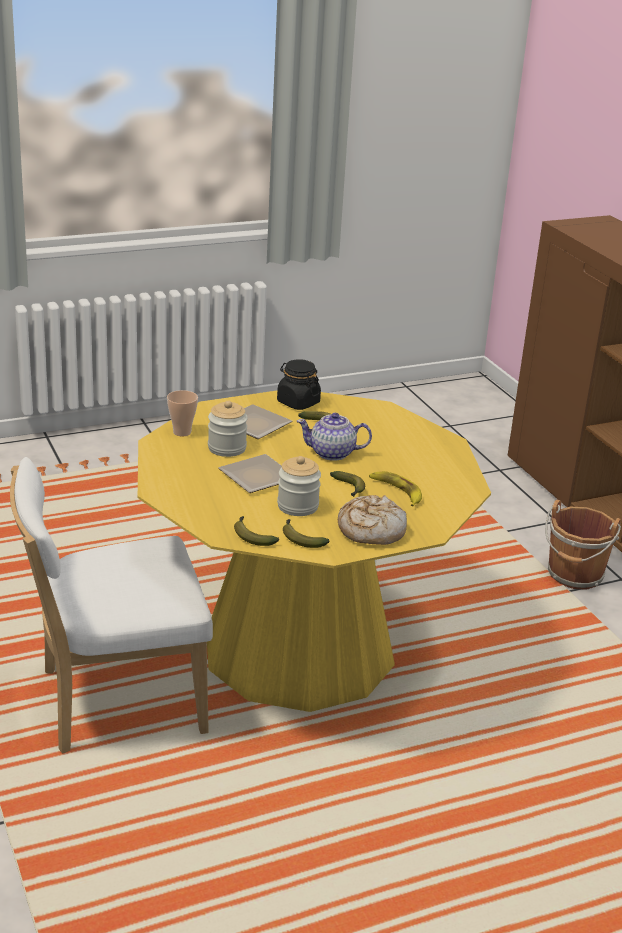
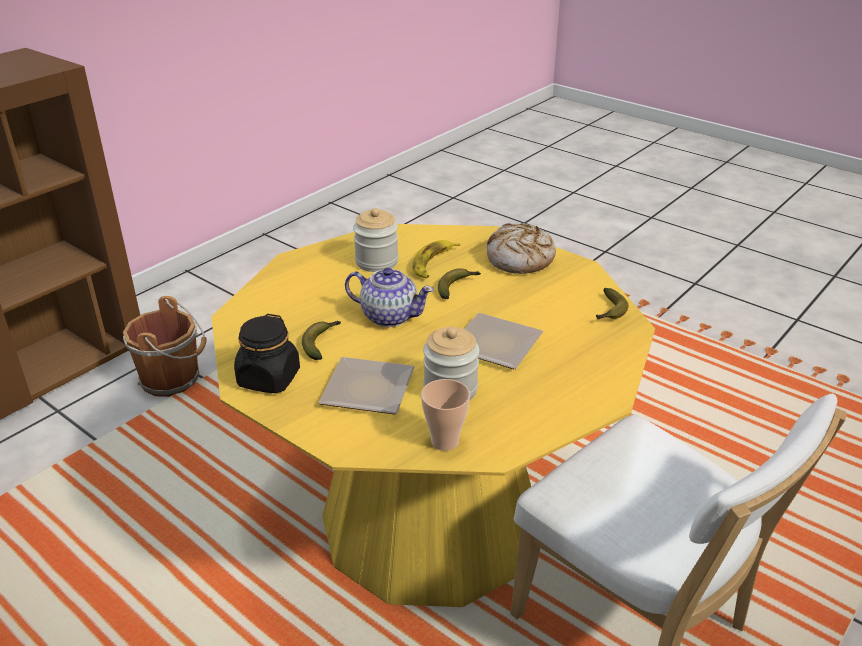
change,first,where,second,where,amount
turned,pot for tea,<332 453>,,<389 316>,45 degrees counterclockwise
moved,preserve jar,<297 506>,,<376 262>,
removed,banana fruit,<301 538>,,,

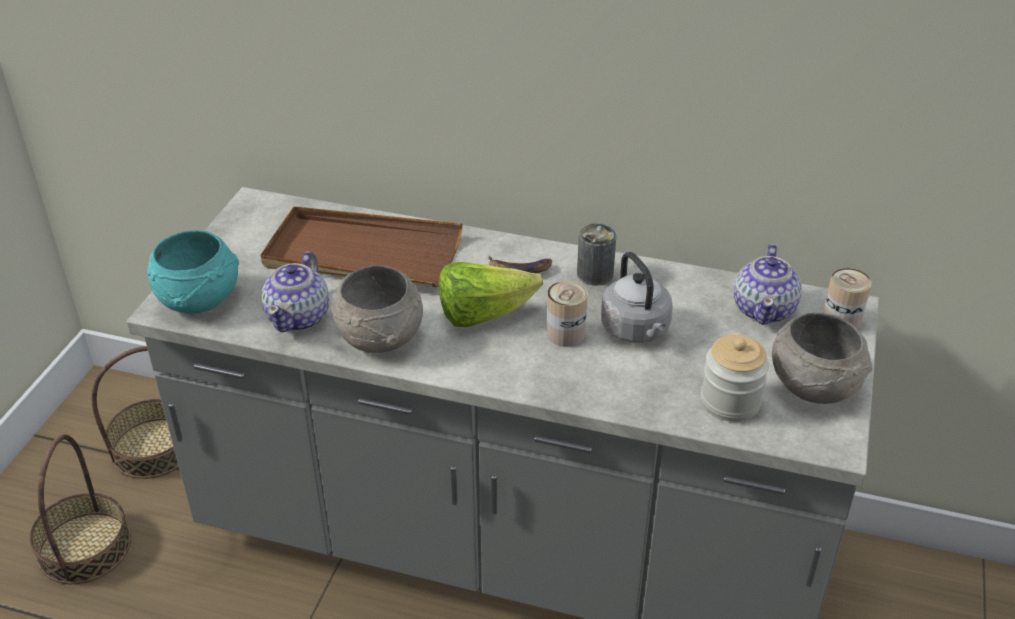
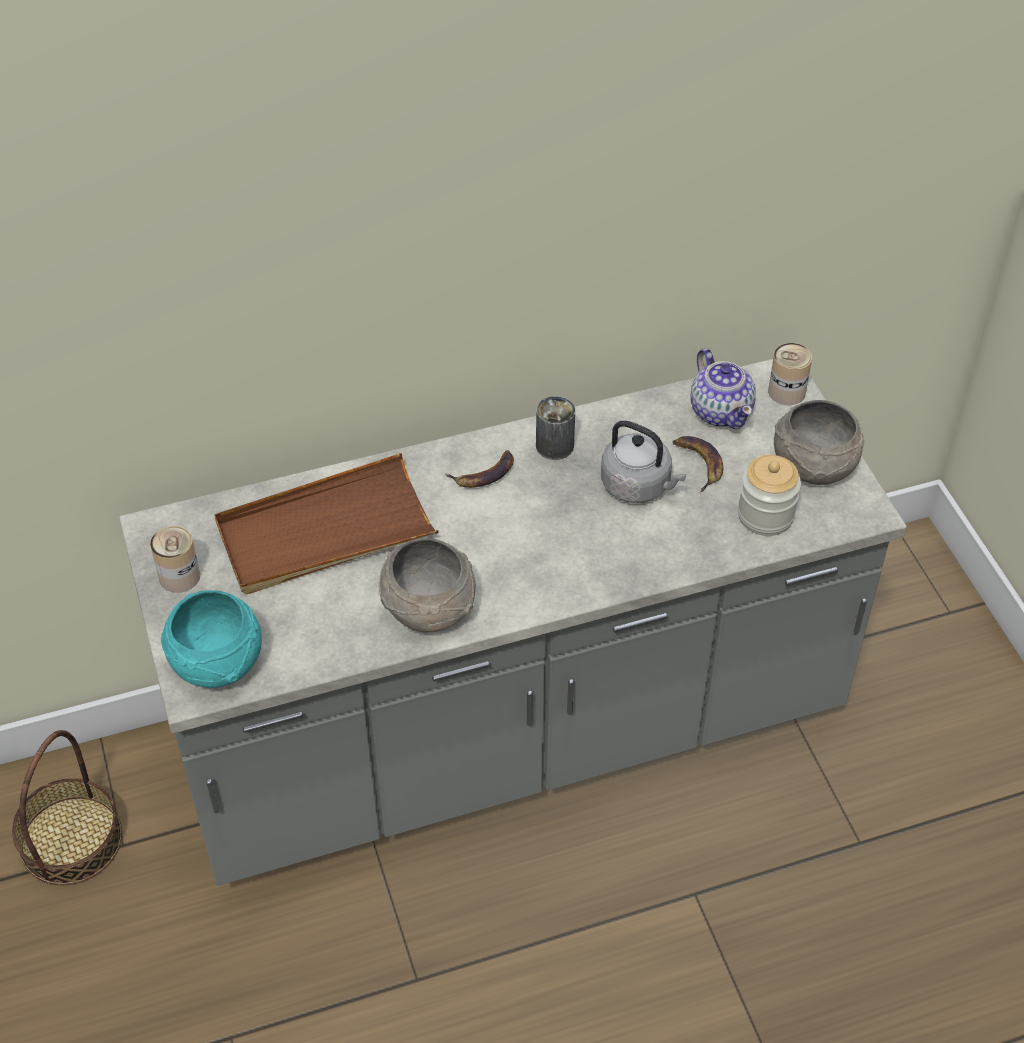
change,first,where,second,where,amount
moved,sealed can,<565 333>,,<179 576>,
added,,,banana fruit,<698 463>,
removed,basket,<84 547>,,,
removed,pot for tea,<299 317>,,,
removed,lettuce head,<483 314>,,,

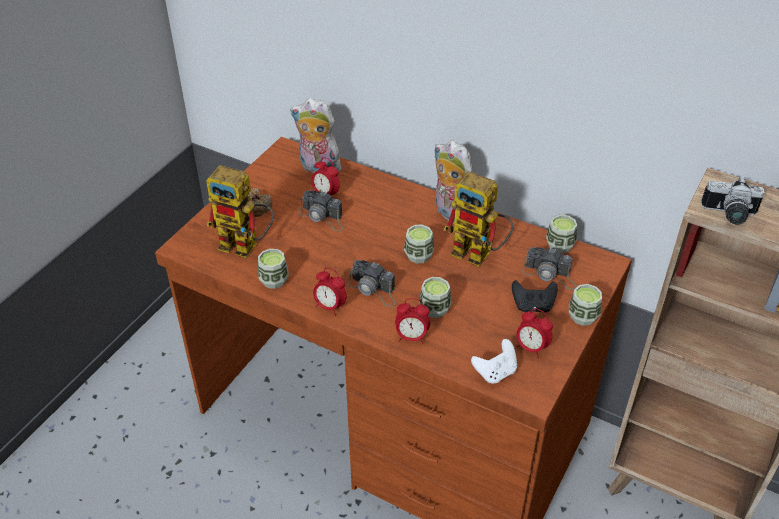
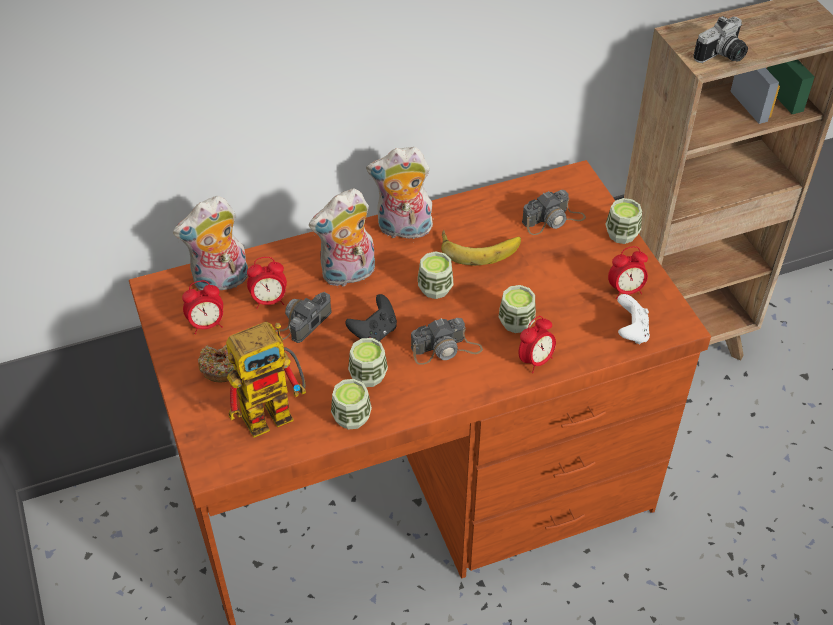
change,first,where,second,where,amount
moved,bedside clock,<330 306>,,<207 324>,
turned,photo camera,<322 217>,,<300 323>,150 degrees clockwise
added,,,plush toy,<348 275>,
moved,blackish game controller,<532 306>,,<374 332>,
moved,drinking cup,<559 245>,,<368 375>,
replaced,robot figure,<479 254>,banana fruit,<479 247>,

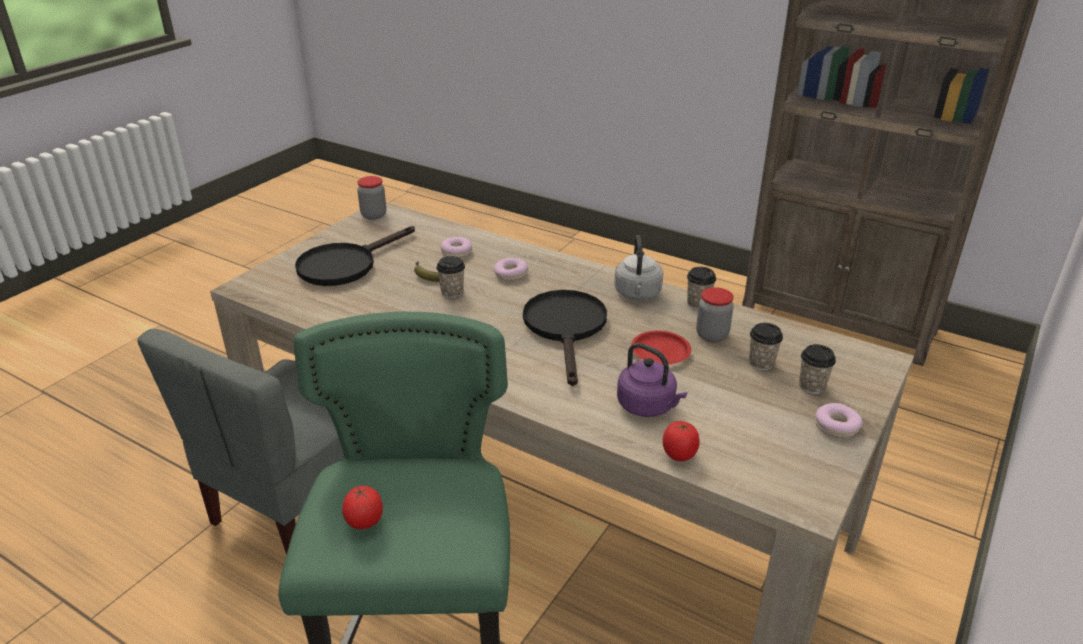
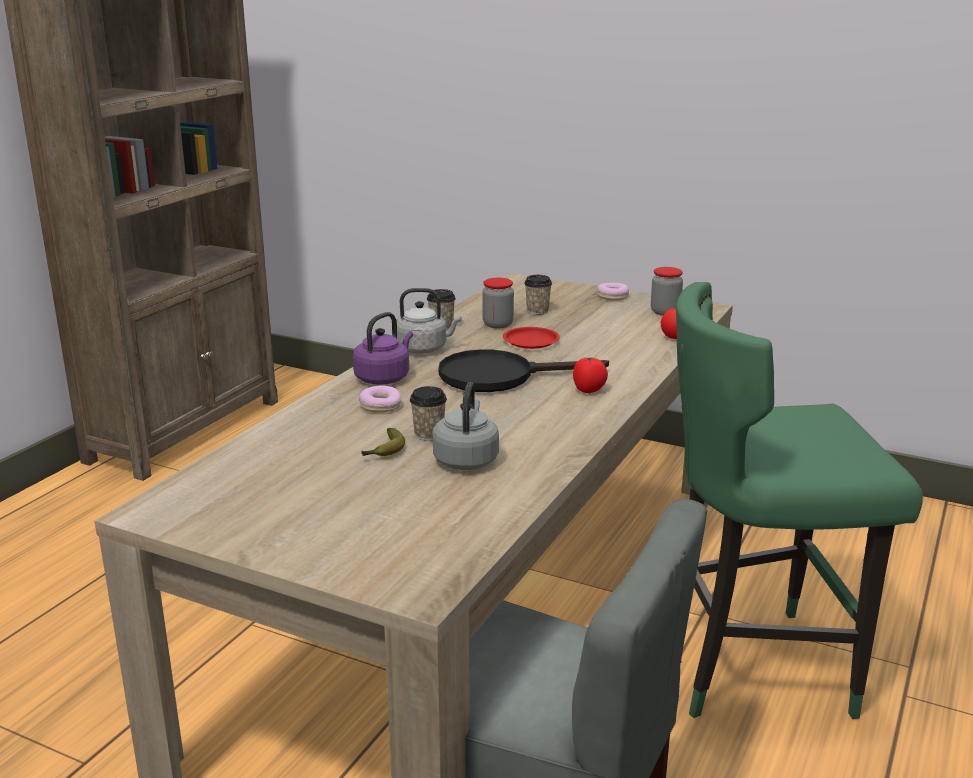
change,first,where,second,where,amount
moved,purple water kettle,<648 406>,,<384 378>,
added,,,greyish water kettle,<466 459>,
moved,fresh tomato,<364 523>,,<589 390>,
moved,preserve jar,<374 215>,,<665 312>,
removed,blackish pan,<345 265>,,,
removed,ring doughnut,<456 252>,,,
removed,drinking cup,<812 386>,,,

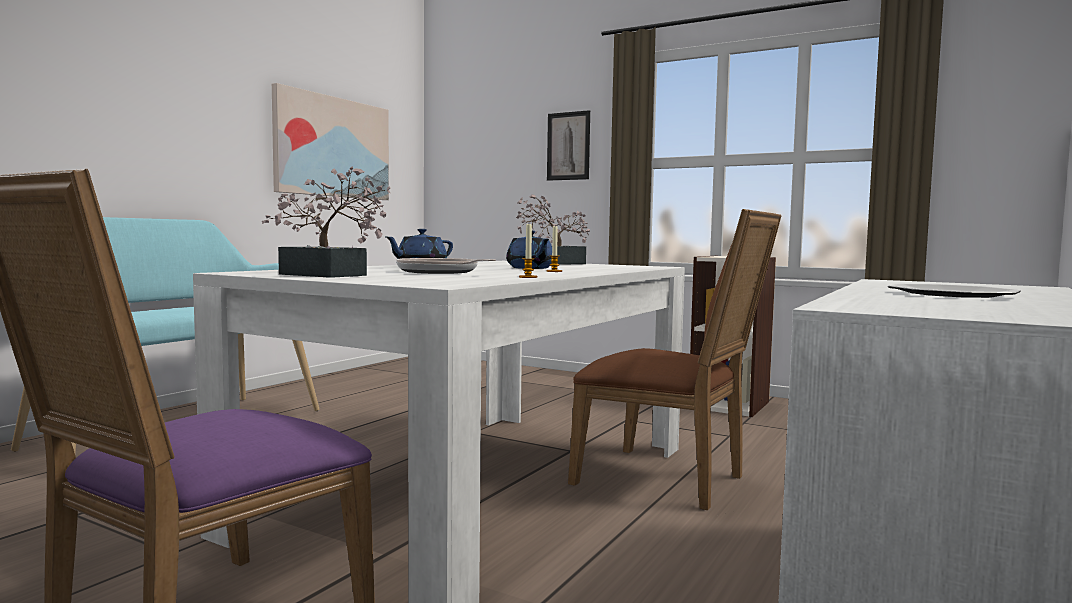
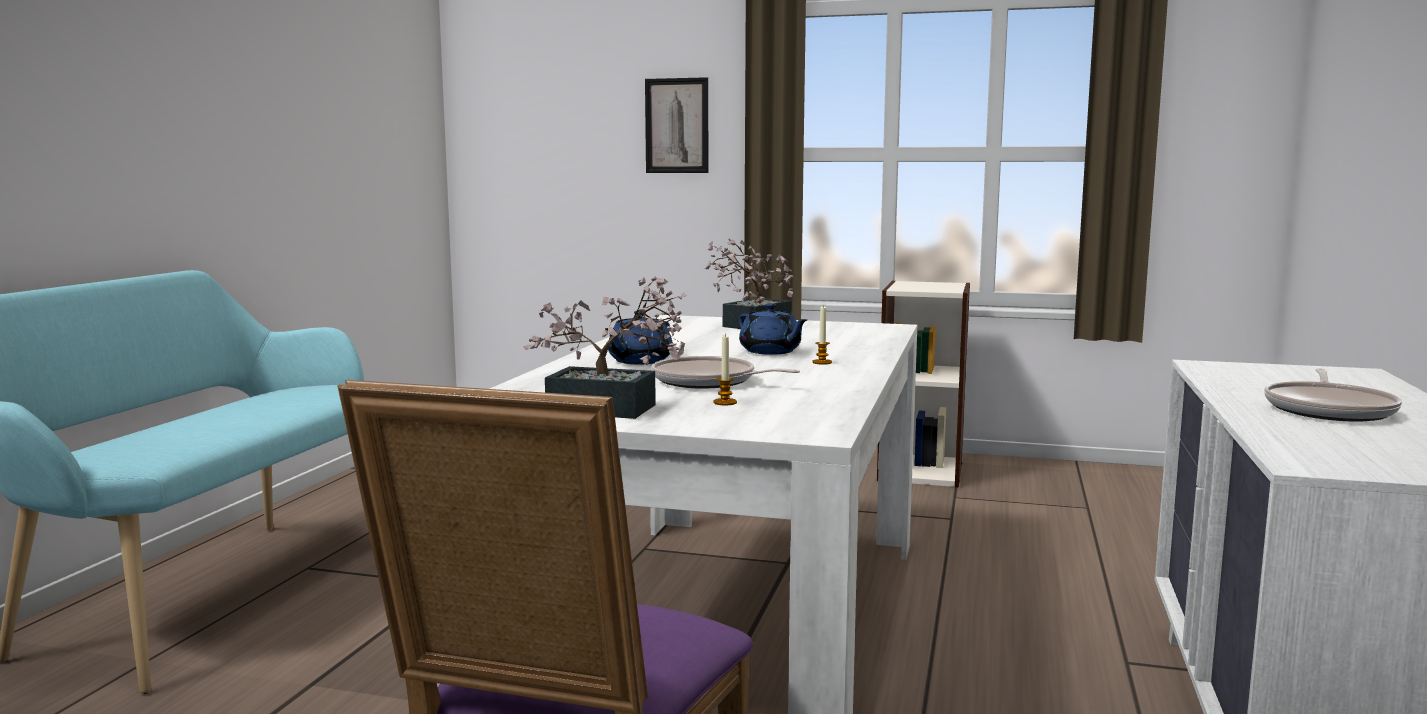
change,first,where,second,where,amount
moved,candle,<528 277>,,<725 402>,
replaced,plate,<952 294>,pan,<1329 409>,
removed,wall art,<332 147>,,,
removed,brown-coloured upright chair,<669 480>,,,

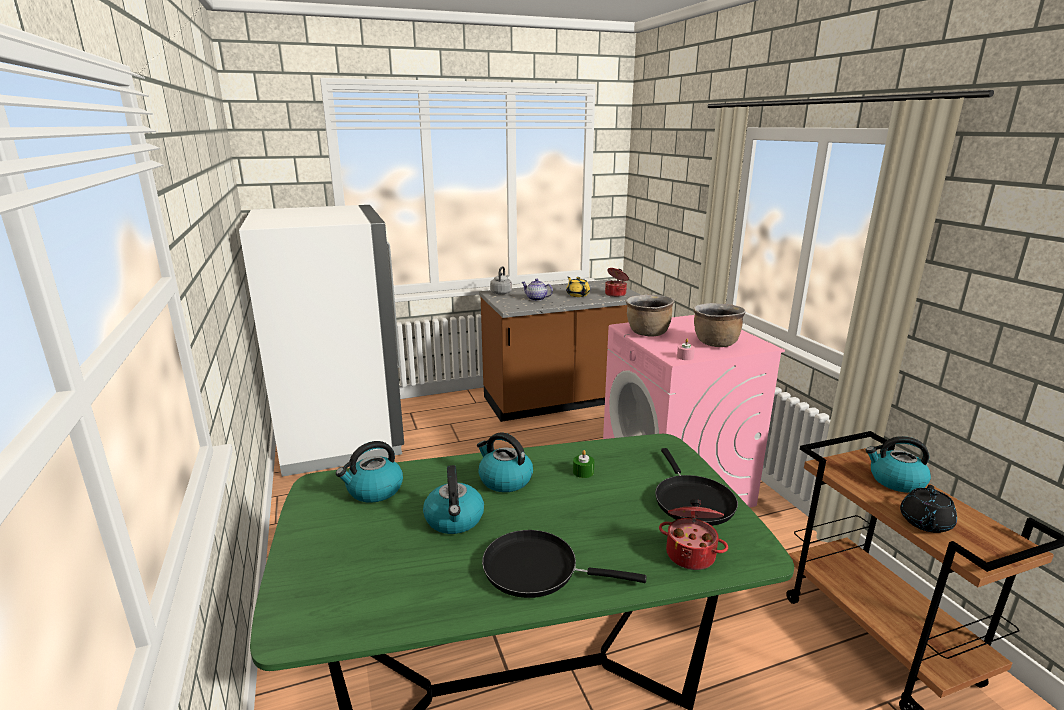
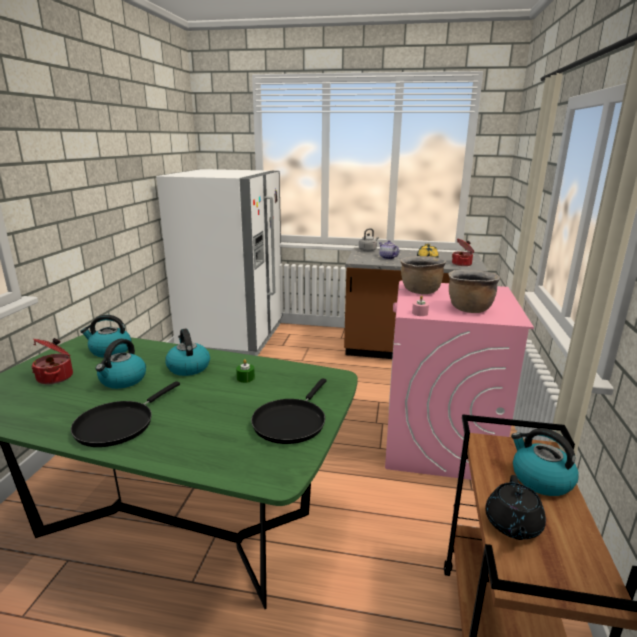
change,first,where,second,where,amount
moved,cooking pot,<691 554>,,<56 377>,
turned,blackish pan,<537 569>,,<118 424>,105 degrees counterclockwise
turned,blackish pot for tea,<925 523>,,<512 525>,45 degrees counterclockwise

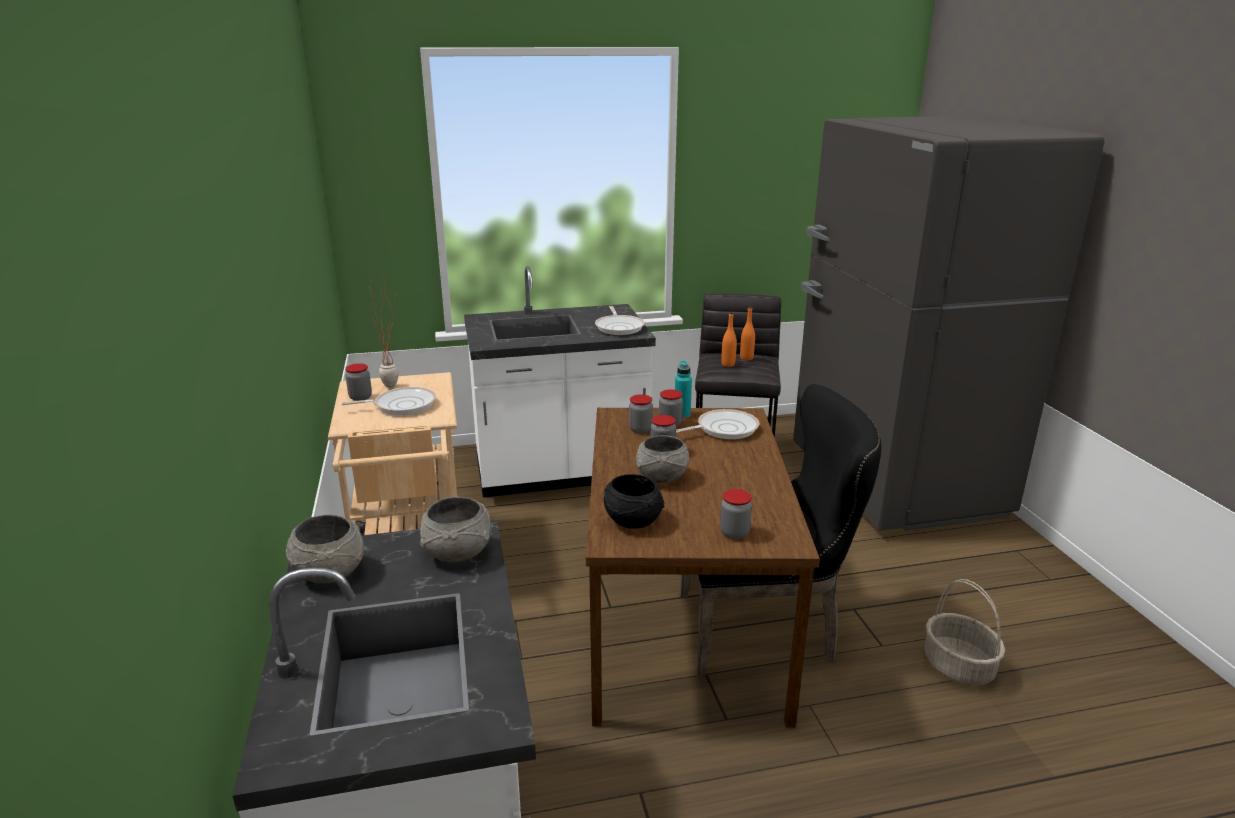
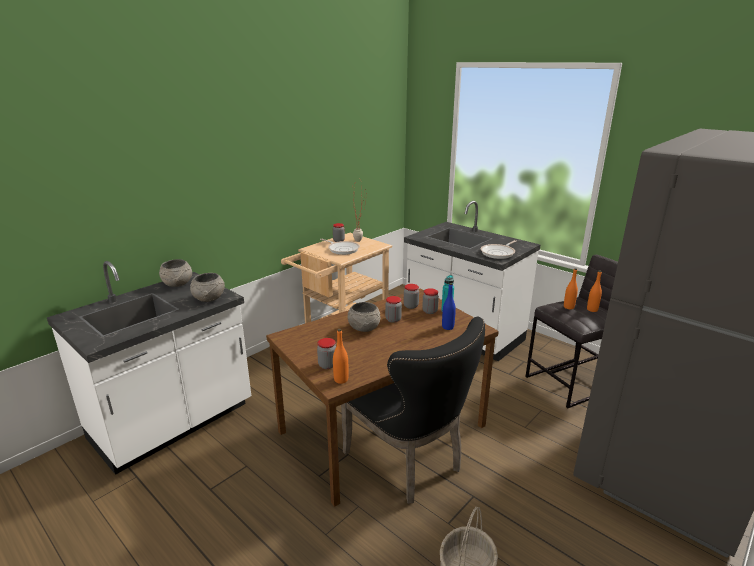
change,first,where,second,where,amount
added,,,orangey beverage bottle,<341 380>,
replaced,pan,<723 429>,bluish beverage bottle,<447 327>,
removed,blackish bowl,<632 520>,,,

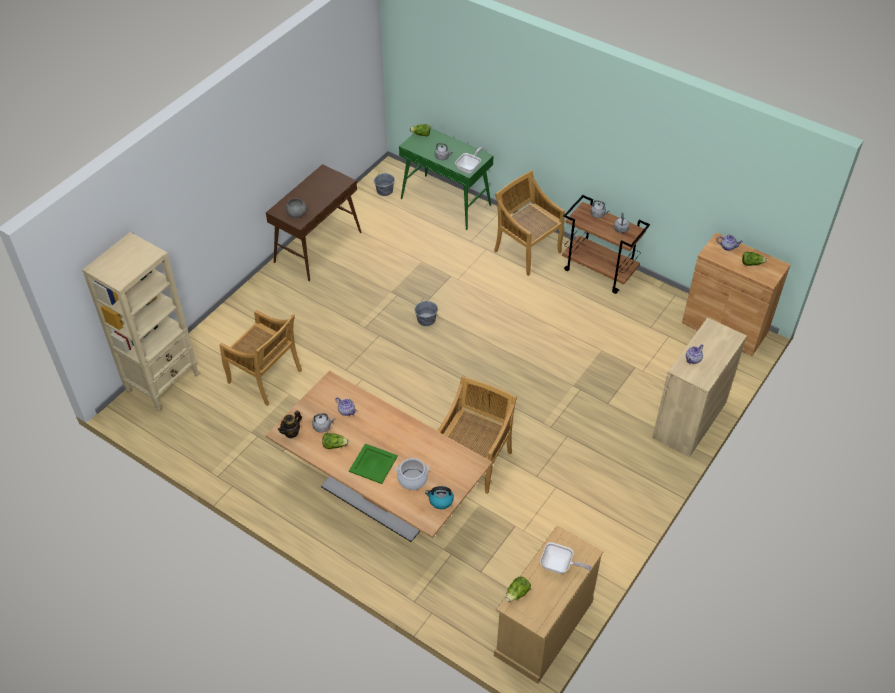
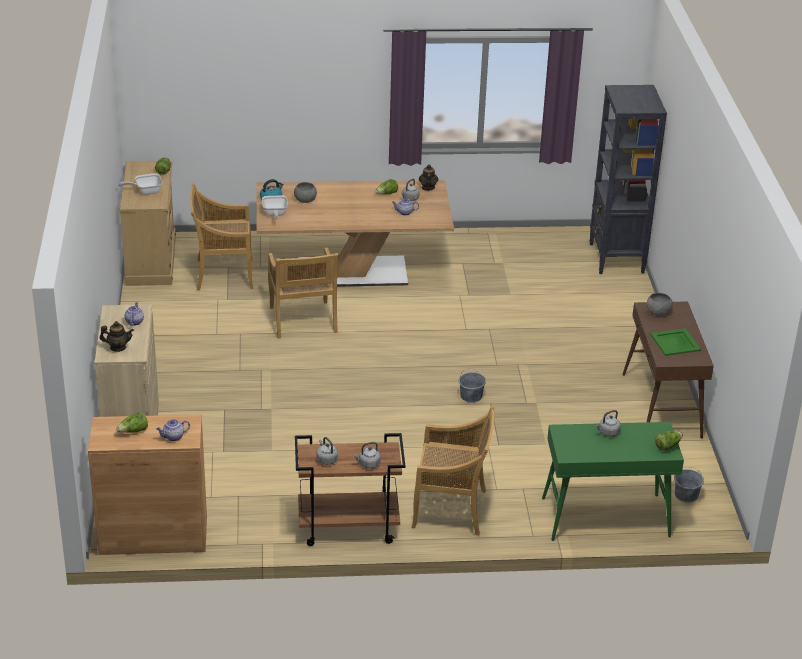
change,first,where,second,where,amount
added,,,pot for tea,<118 347>,
moved,sand-coloured upright chair,<266 377>,,<223 274>,
moved,pan,<469 168>,,<274 214>,
replaced,cooking pot,<412 479>,greyish bowl,<305 200>,
recoloured,sand-coloured bookshelf,<163 383>,blackish bookshelf,<616 258>,
moved,greenish carrying tray,<373 463>,,<675 342>,

